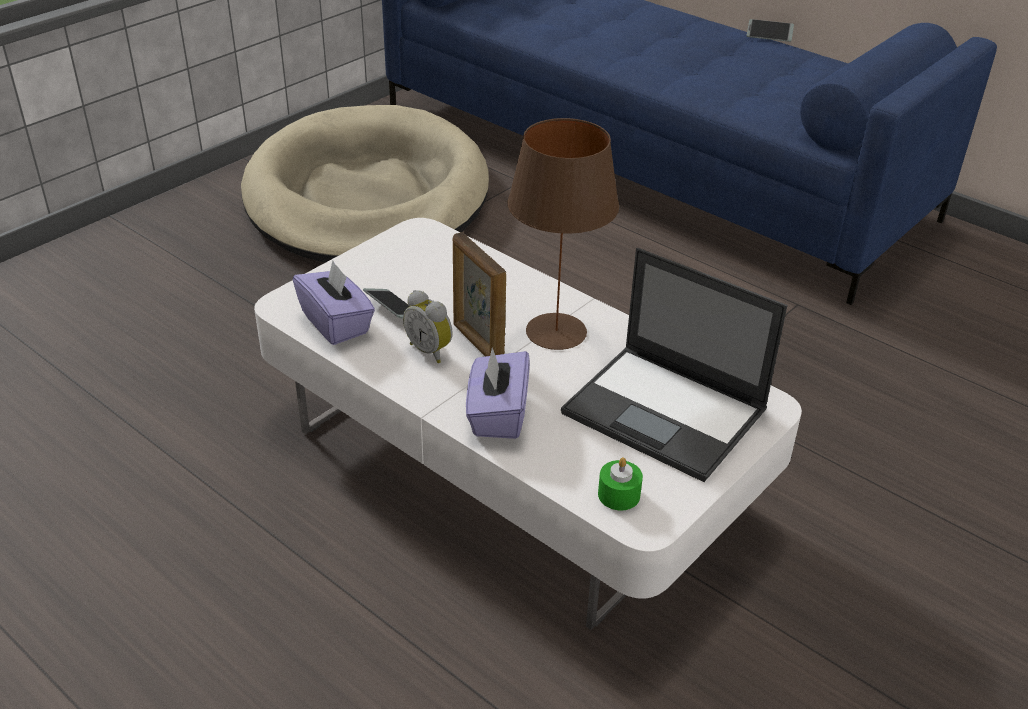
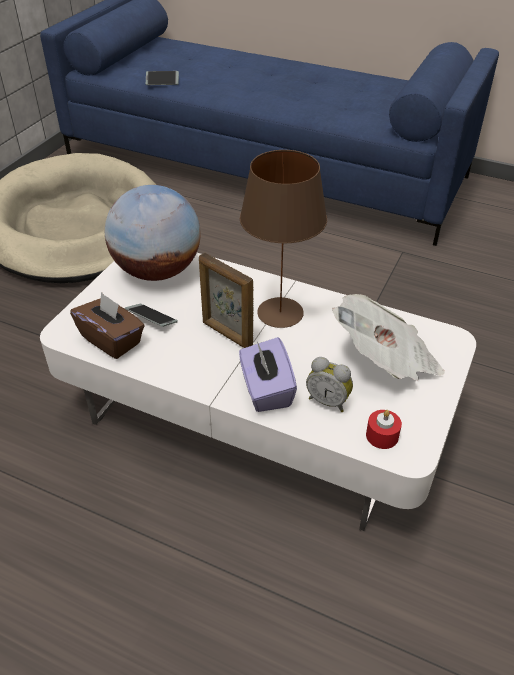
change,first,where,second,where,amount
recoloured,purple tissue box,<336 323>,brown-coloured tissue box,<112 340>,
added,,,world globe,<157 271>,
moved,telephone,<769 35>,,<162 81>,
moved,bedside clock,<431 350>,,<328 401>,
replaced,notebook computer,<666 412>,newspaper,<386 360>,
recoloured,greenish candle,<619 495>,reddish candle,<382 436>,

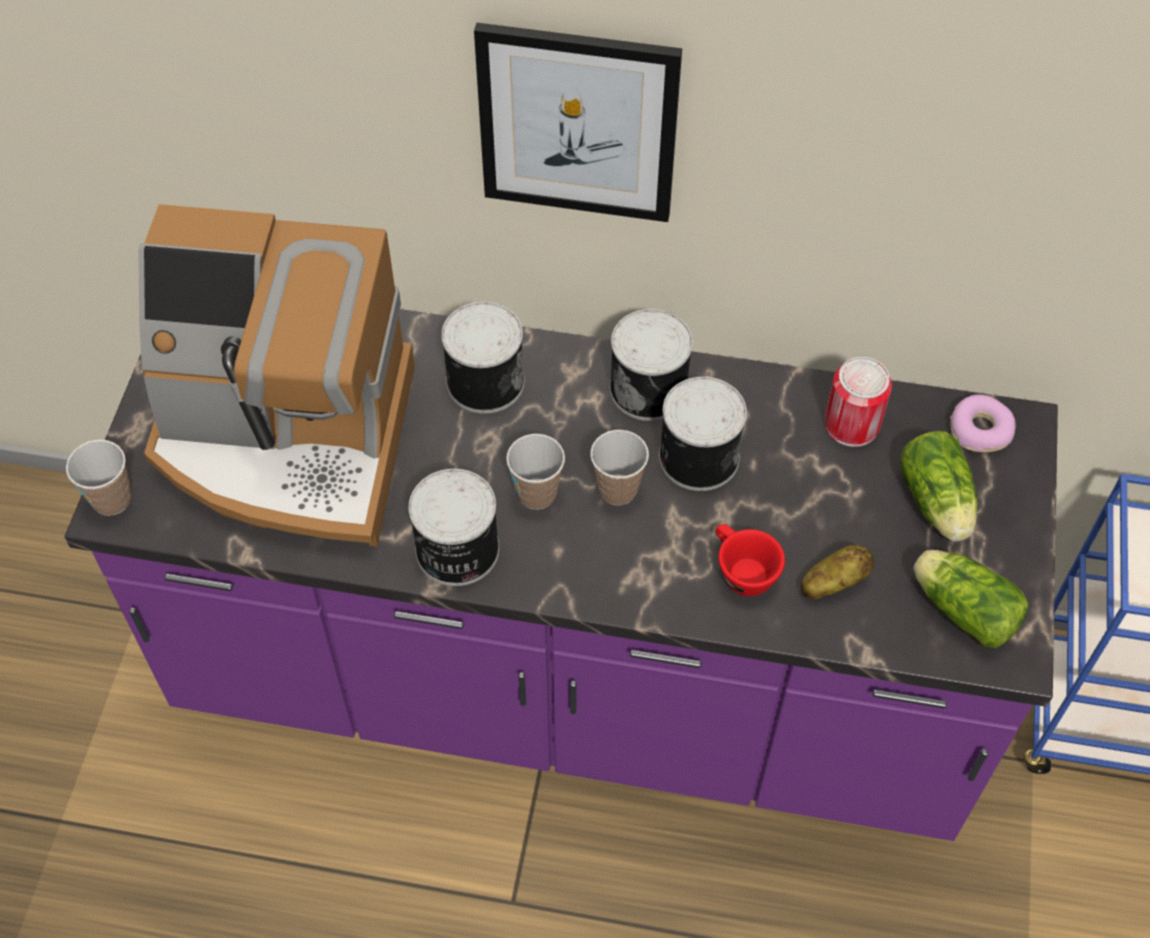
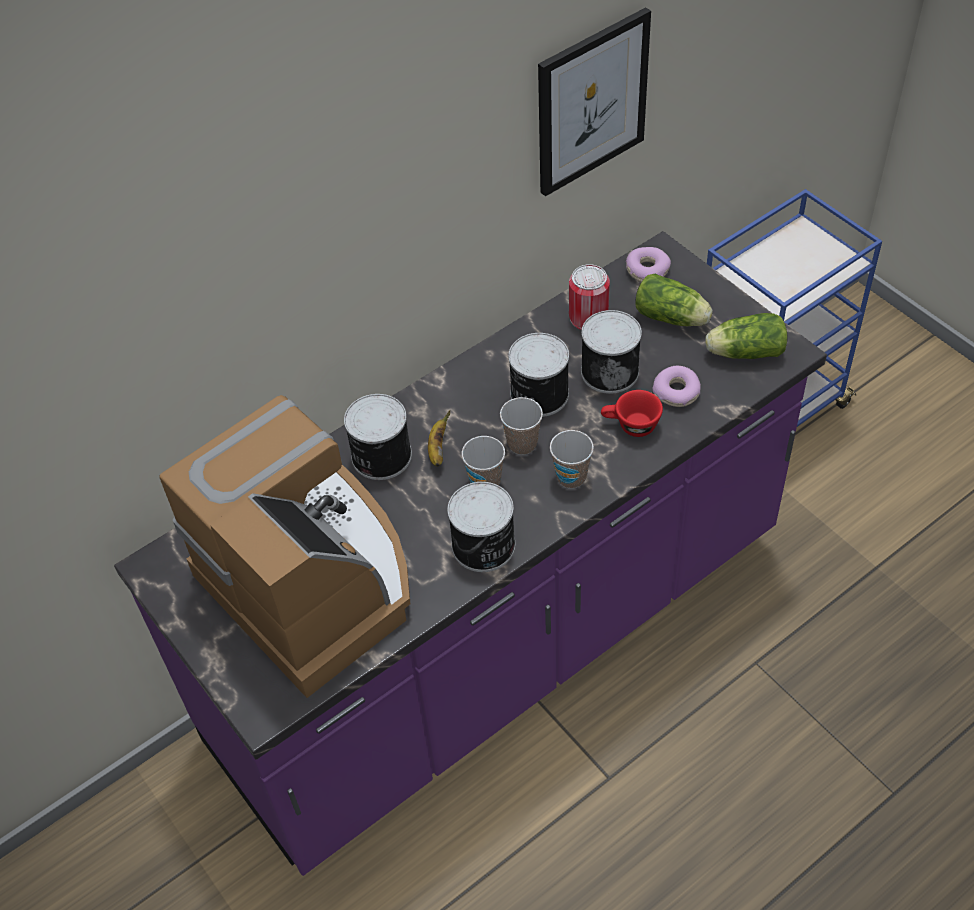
change,first,where,second,where,amount
turned,coffee brewer,<288 439>,,<313 581>,90 degrees counterclockwise
added,,,banana fruit,<437 449>,
moved,wall art,<578 123>,,<591 102>,
moved,drinking cup,<112 500>,,<571 477>,
moved,sealed can,<650 388>,,<610 370>,
replaced,spud,<833 582>,ring doughnut,<676 392>,

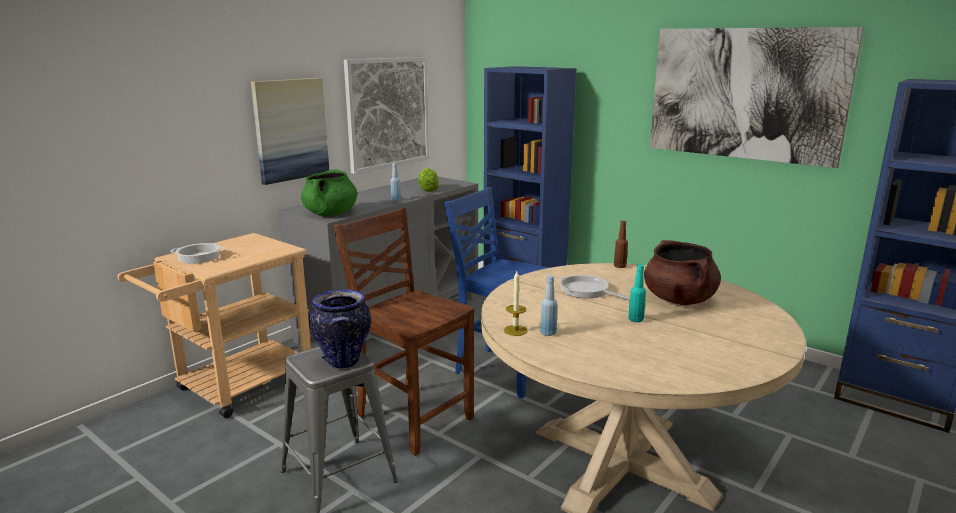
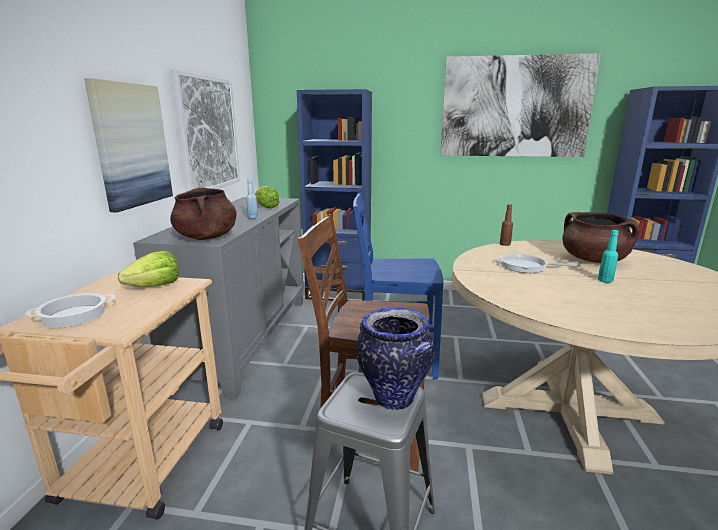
change,first,where,second,where,amount
added,,,lettuce head,<155 286>,
recoloured,greenish cooking pot,<330 214>,brown-coloured cooking pot,<206 237>,
removed,candle,<515 330>,,,
removed,bluish beverage bottle,<548 333>,,,

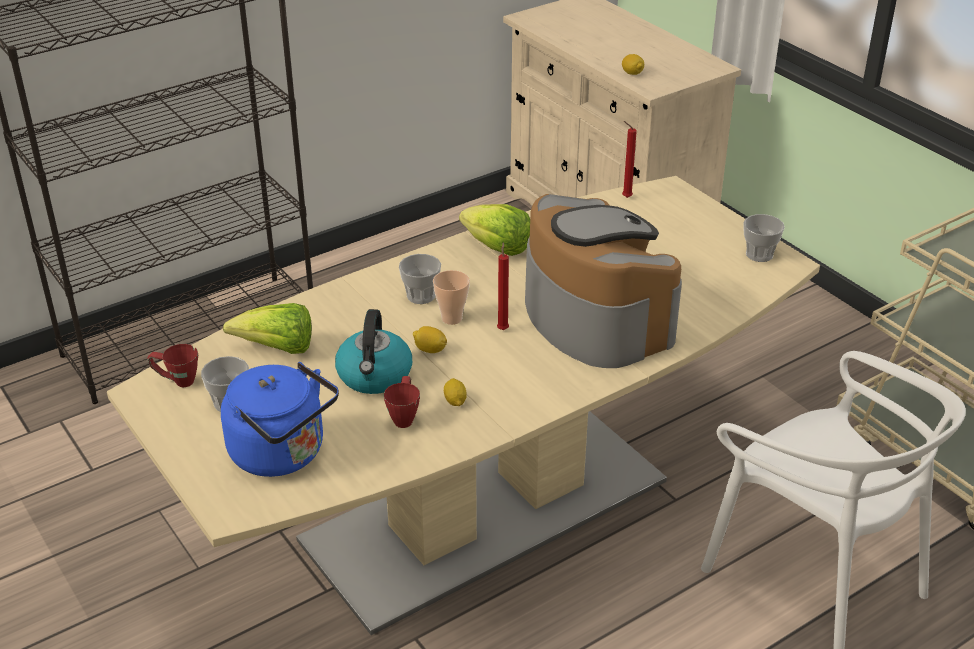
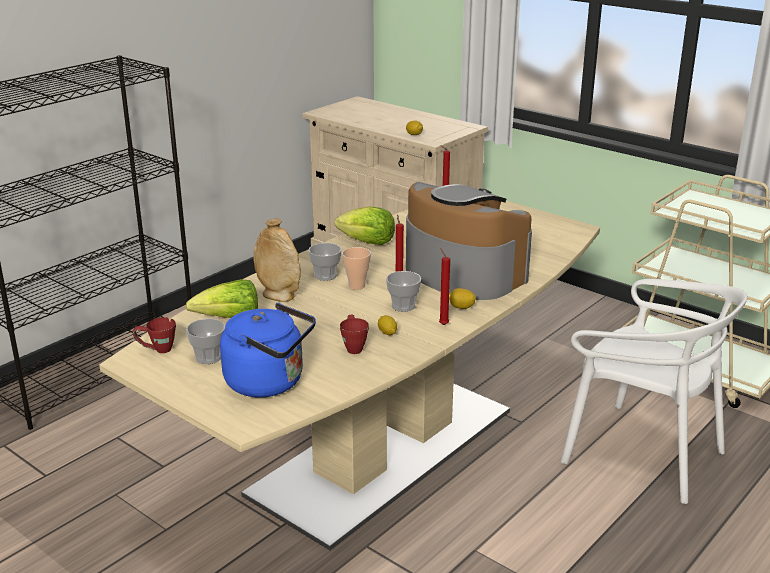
change,first,where,second,where,amount
added,,,sand-coloured decorative vase,<278 296>,
moved,drinking cup,<759 254>,,<403 306>,
added,,,reddish candle,<442 324>,
moved,lemon,<430 350>,,<461 307>,
removed,water kettle,<375 376>,,,

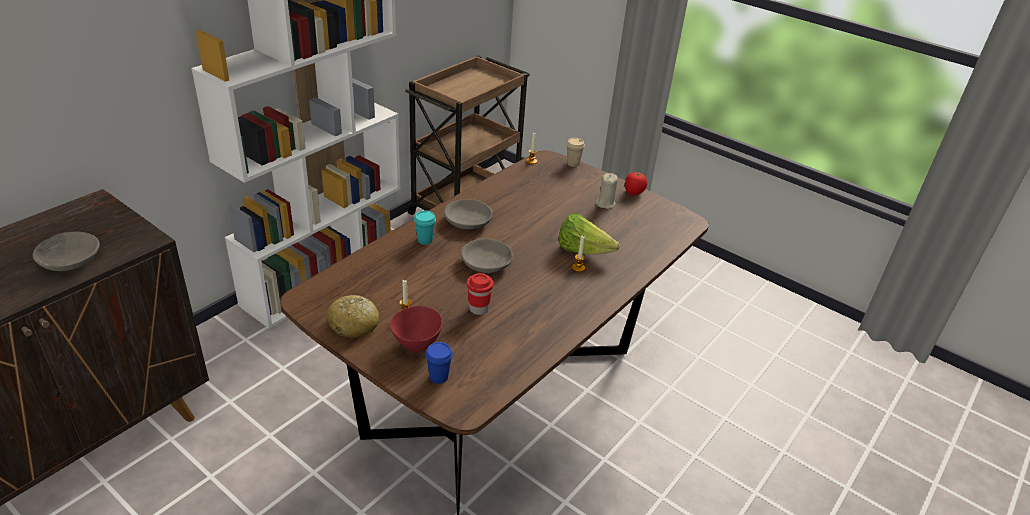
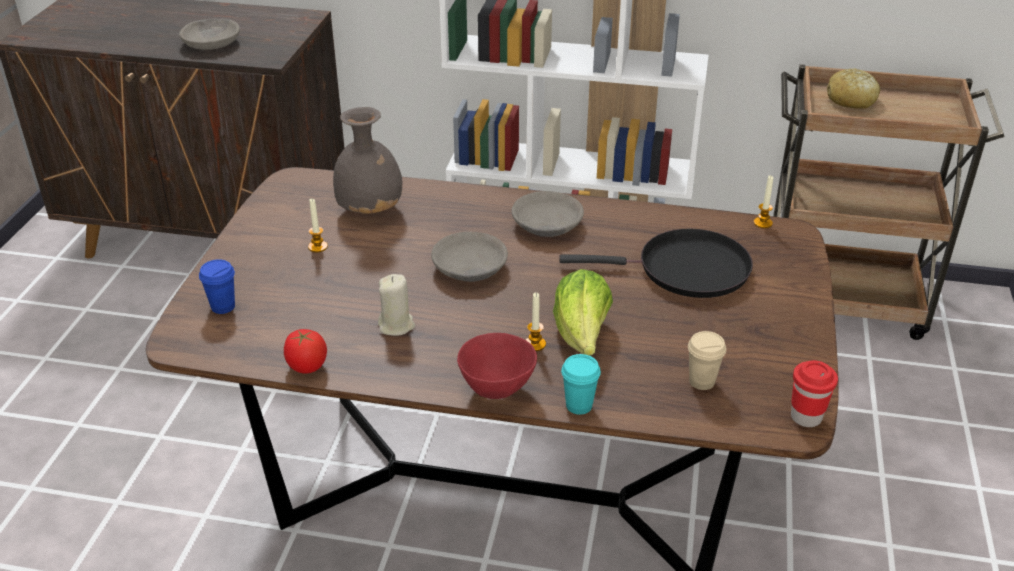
change,first,where,second,where,amount
moved,fresh tomato,<633 192>,,<307 367>,
added,,,greyish decorative vase,<371 210>,
moved,sand-coloured candle,<605 203>,,<396 325>,
moved,reddish bowl,<416 344>,,<497 389>,
added,,,blackish pan,<685 270>,
moved,turquoise-coloured drinking cup,<425 240>,,<579 405>,
moved,sand-coloured drinking cup,<573 163>,,<702 381>,
moved,reddish drinking cup,<478 309>,,<806 417>,
moved,bread,<354 324>,,<851 100>,

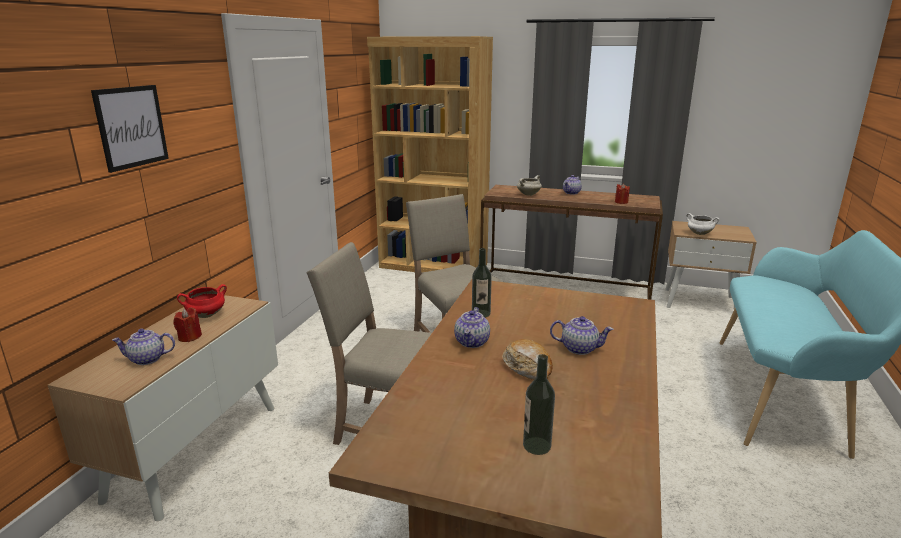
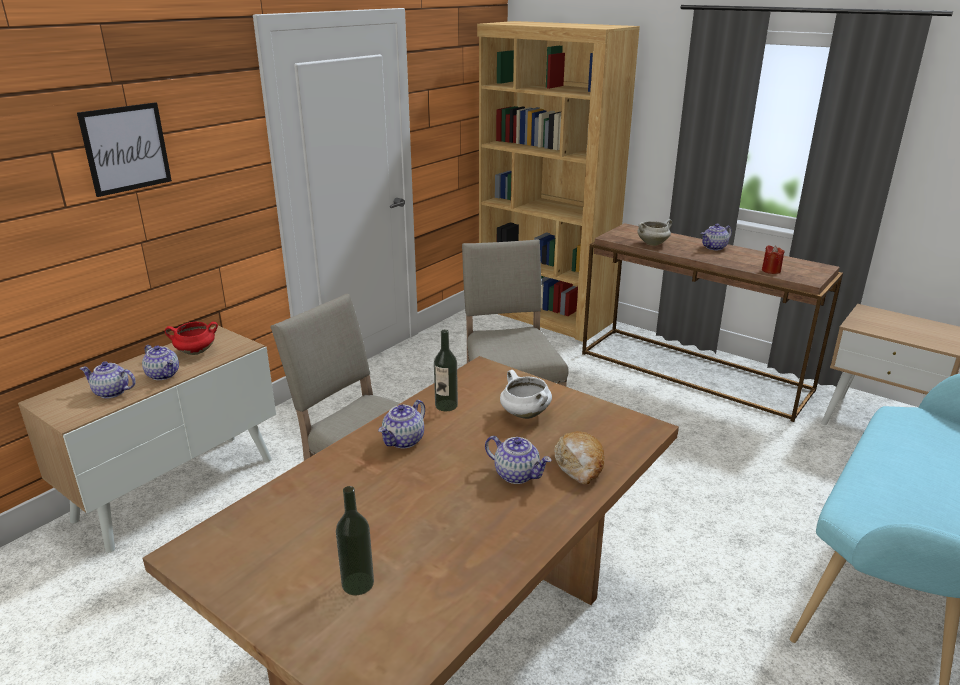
change,first,where,second,where,amount
replaced,reddish candle,<189 337>,pot for tea,<163 375>,
moved,whitish cooking pot,<699 233>,,<524 414>,
moved,bread,<528 368>,,<579 465>,

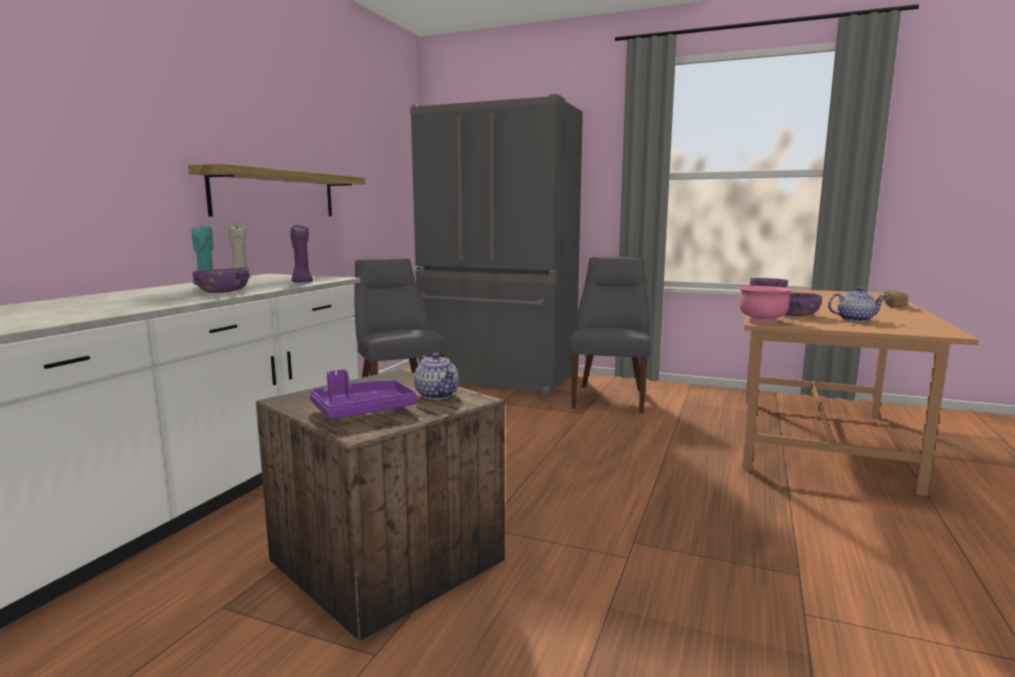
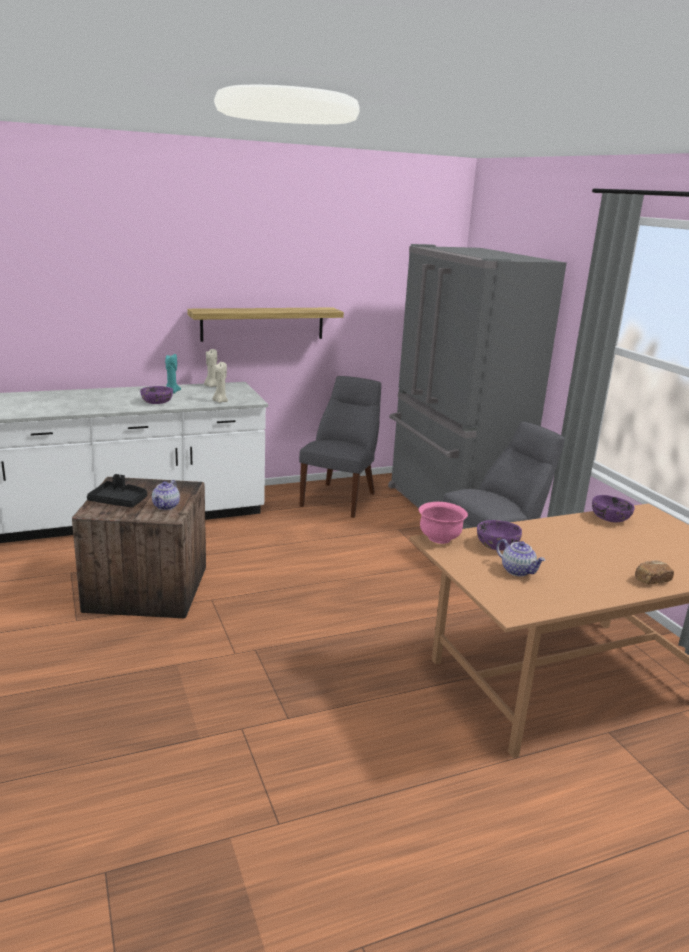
change,first,where,second,where,amount
recoloured,purple carrying tray,<362 411>,blackish carrying tray,<119 501>,
recoloured,purple candle,<302 282>,sand-coloured candle,<220 401>,

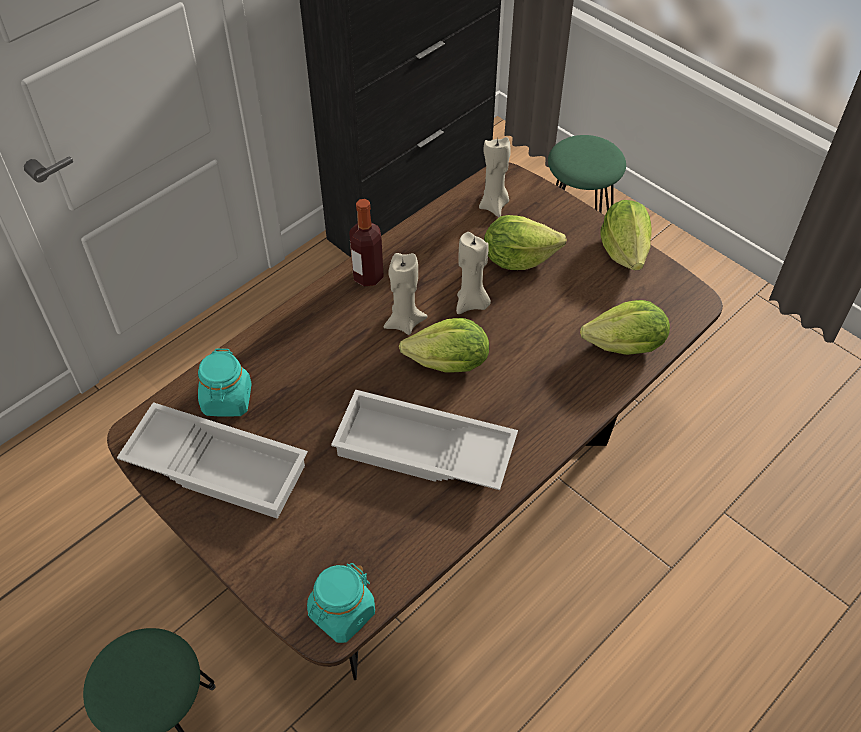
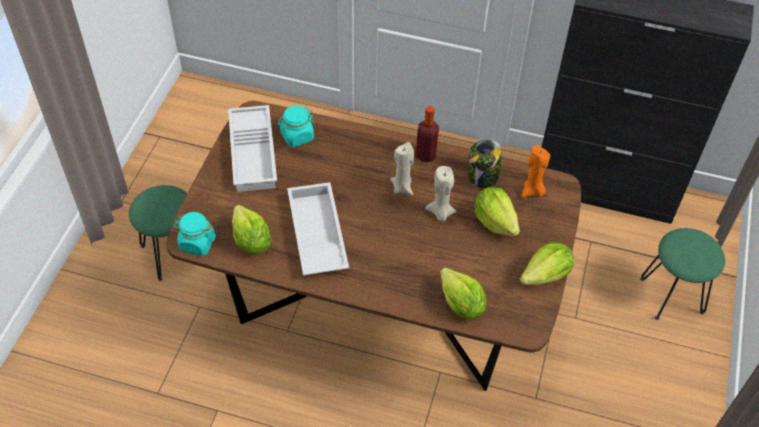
change,first,where,second,where,amount
moved,lettuce head,<449 364>,,<251 242>,
added,,,preserve jar,<483 177>,
recoloured,sand-coloured candle,<494 205>,orangey candle,<532 191>,

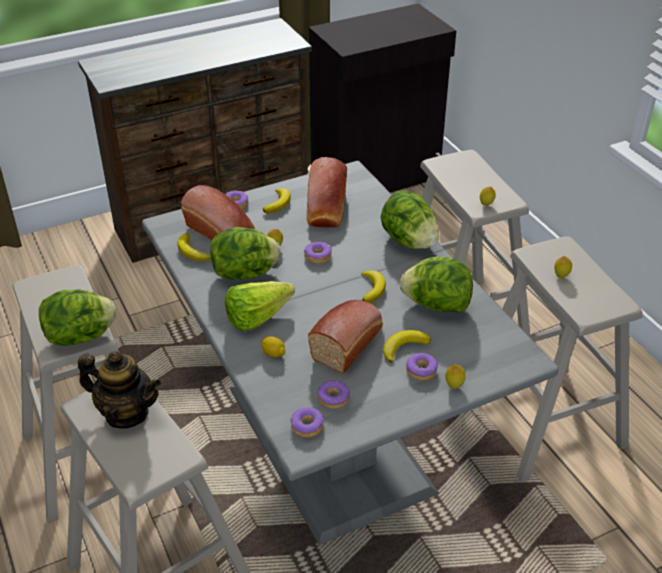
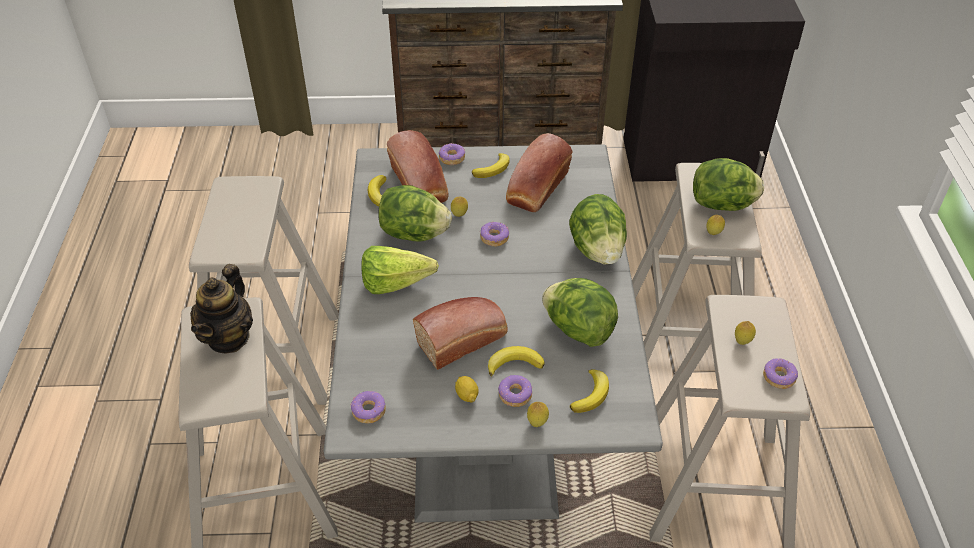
change,first,where,second,where,amount
turned,pot for tea,<126 413>,,<228 337>,60 degrees clockwise
moved,lemon,<273 353>,,<466 395>,
moved,banana fruit,<372 288>,,<591 394>,
moved,lettuce head,<81 337>,,<722 205>,
moved,ring doughnut,<333 398>,,<779 377>,

